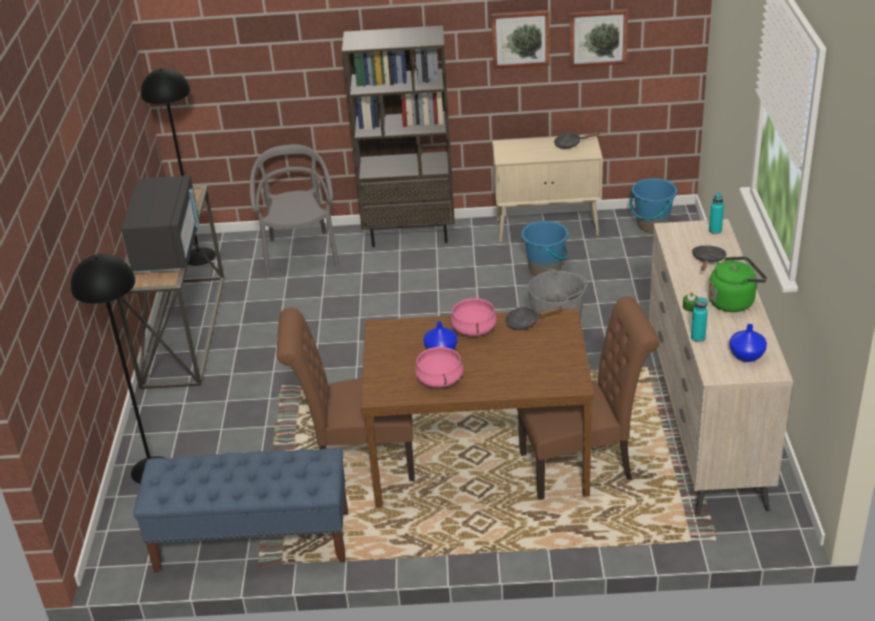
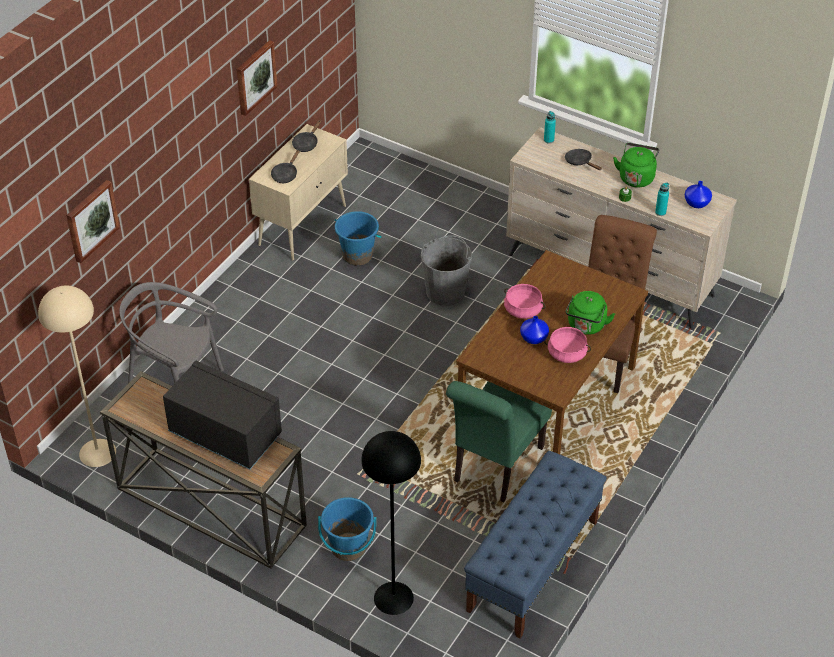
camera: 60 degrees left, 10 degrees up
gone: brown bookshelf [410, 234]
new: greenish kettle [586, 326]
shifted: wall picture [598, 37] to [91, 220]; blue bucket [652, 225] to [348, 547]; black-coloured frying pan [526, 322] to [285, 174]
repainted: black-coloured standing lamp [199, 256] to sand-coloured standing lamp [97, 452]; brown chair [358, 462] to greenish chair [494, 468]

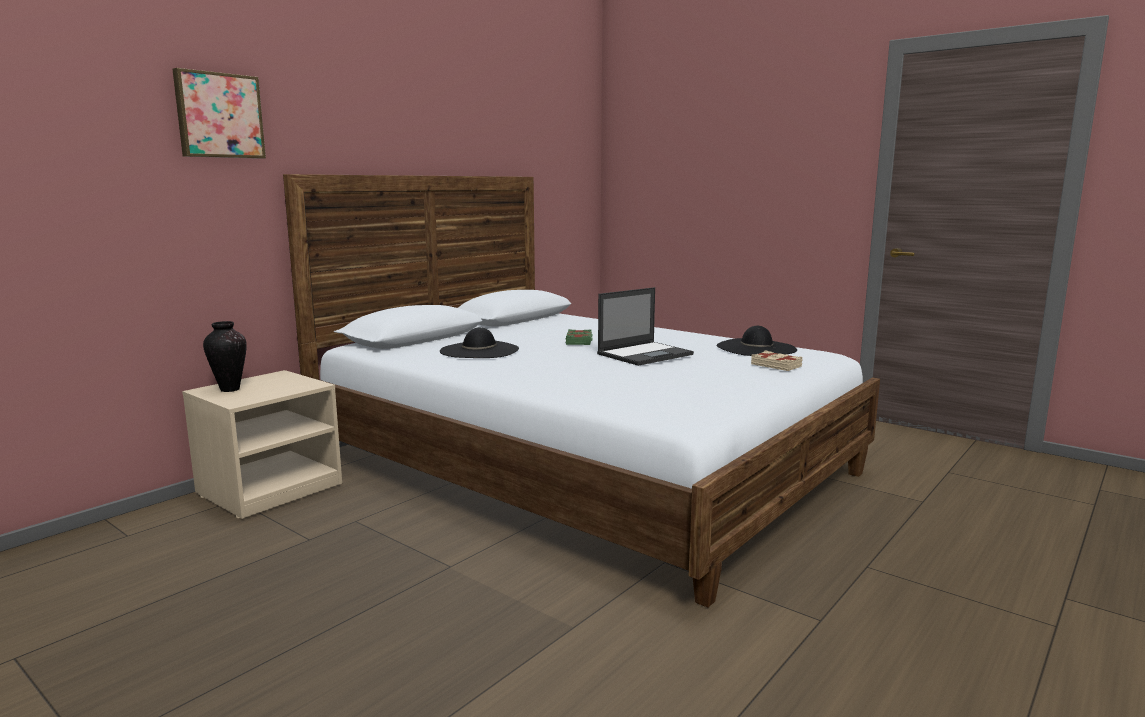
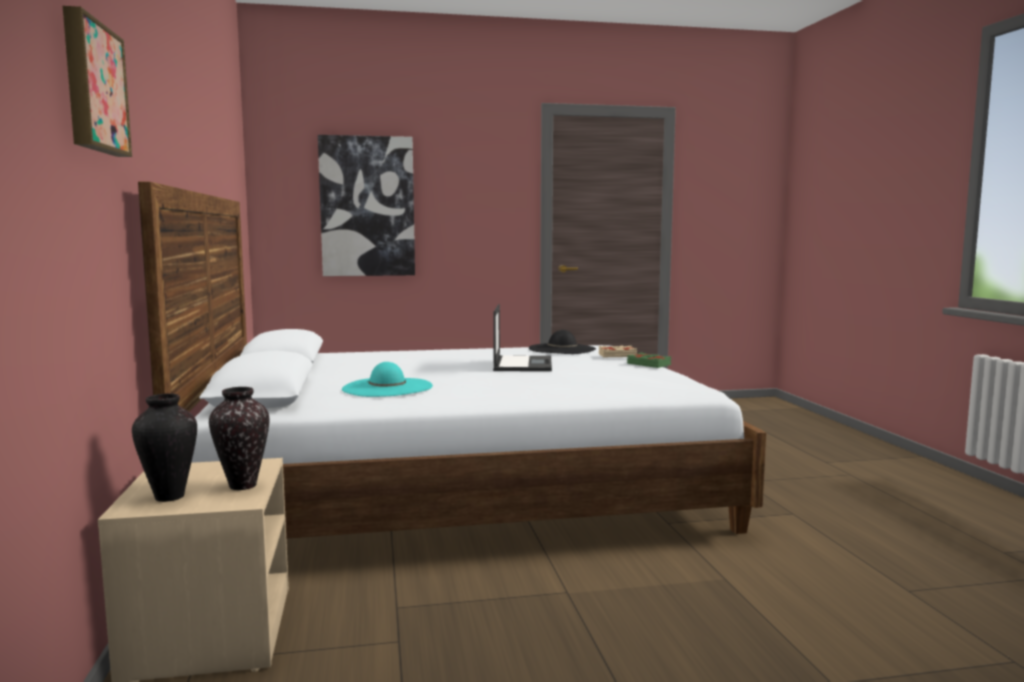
camera: 50 degrees left, 5 degrees down
new: wall picture [367, 206]; vase [244, 485]
shifted: greenish book [579, 341] to [649, 364]
repainted: black-coloured hat [479, 350] to turquoise hat [387, 387]

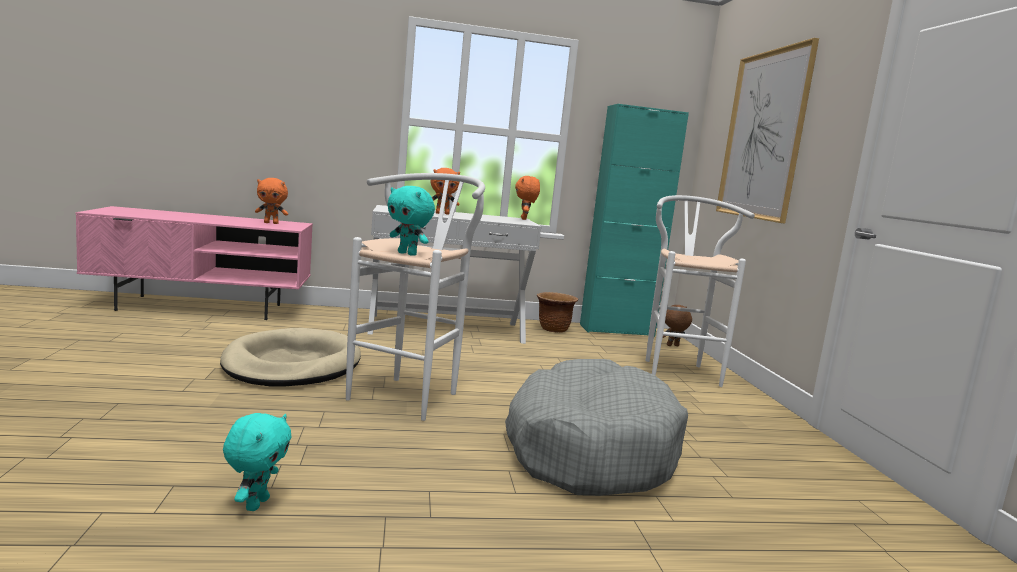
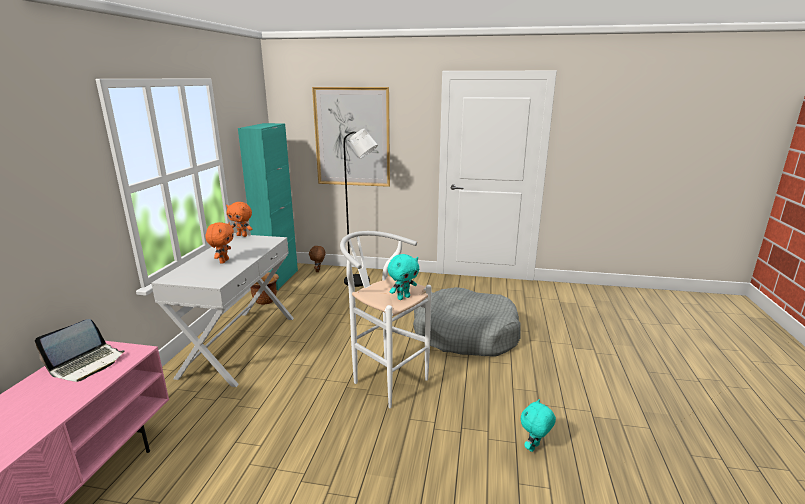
camera: 70 degrees left, 10 degrees up
gone: sand-coloured dog bed [292, 364]
swapped: orangey cuddly toy [271, 223] to notebook computer [87, 364]; whitish sitting stool [677, 370] to black-coloured standing lamp [361, 282]
rotated: turquoise cuddly toy [256, 504] = [534, 448] 75 degrees counterclockwise

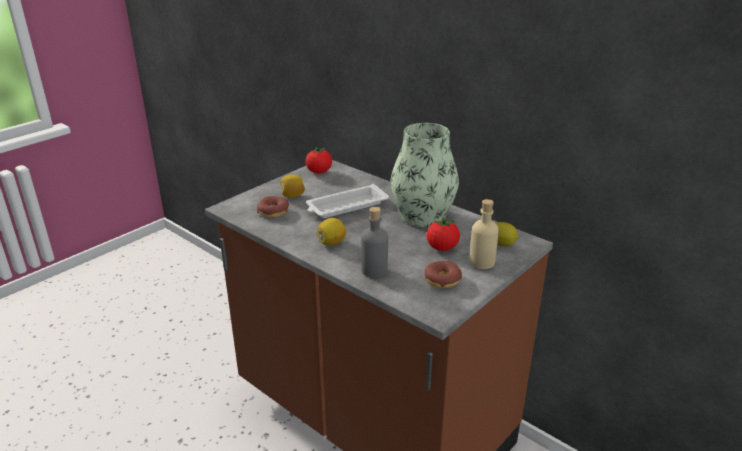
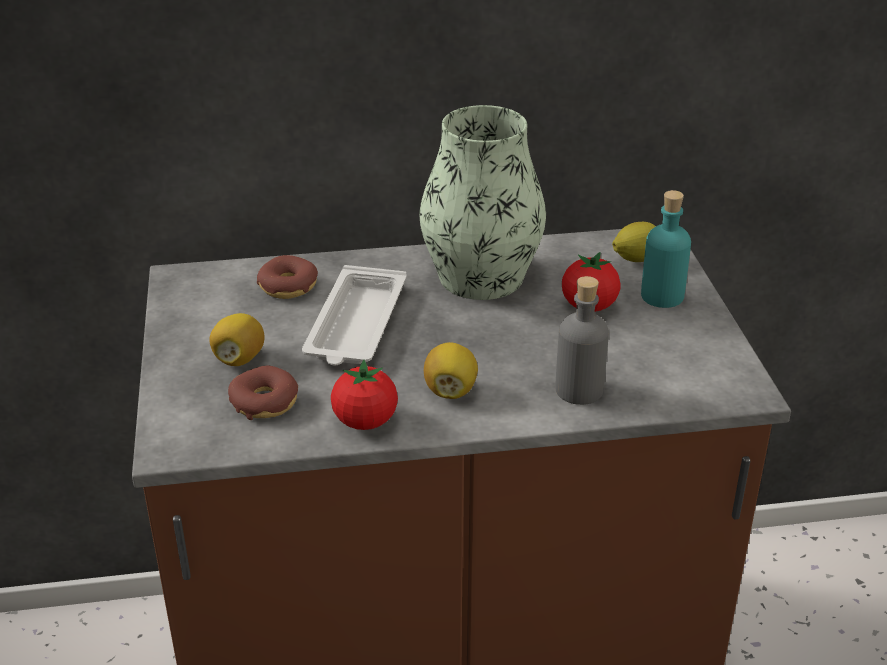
camera: 50 degrees left, 5 degrees up
shifted: whole tomato [319, 172] to [365, 421]; ring doughnut [442, 279] to [288, 286]
repainted: sand-coloured drink bottle [481, 262] to turquoise drink bottle [662, 296]

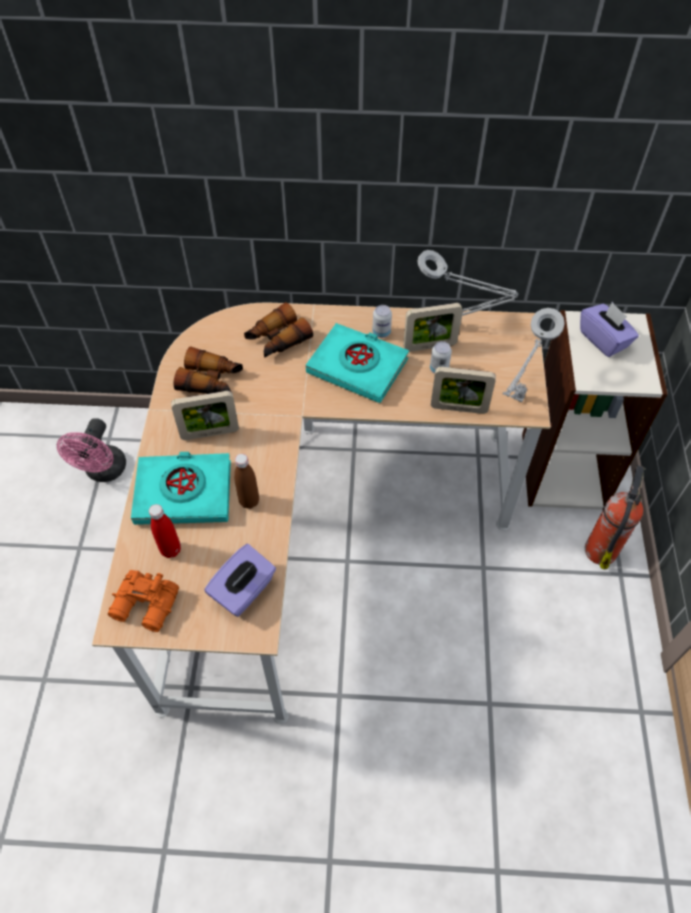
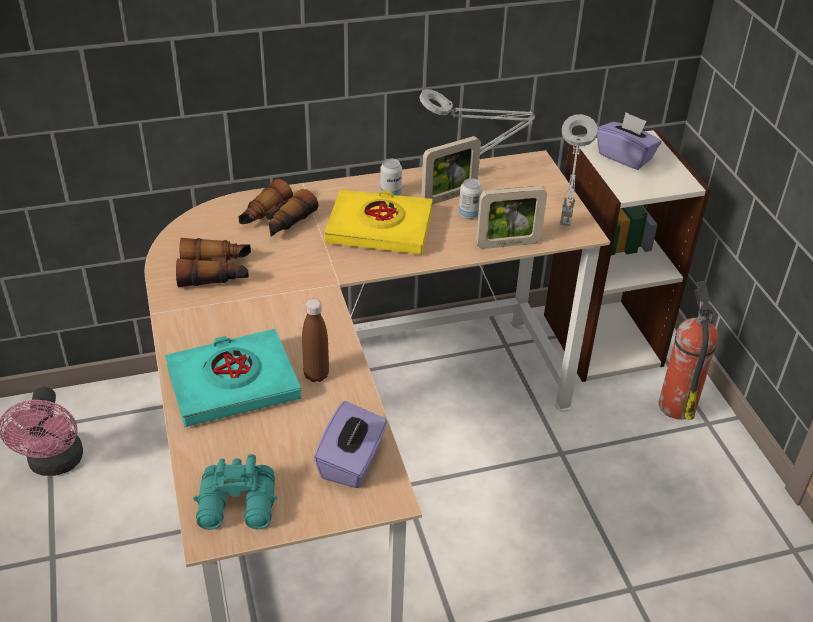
camera: 20 degrees left, 15 degrees down
gone: photo frame [210, 433]; reddish drink bottle [171, 550]
repainted: turquoise book [357, 367] to yellowish book [379, 228]; orangey field glasses [146, 606] to turquoise field glasses [238, 507]

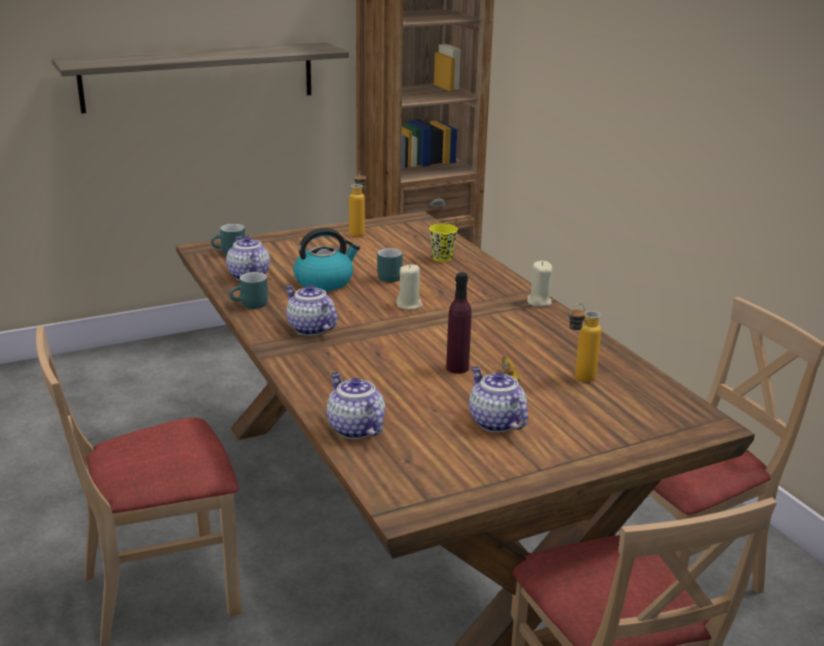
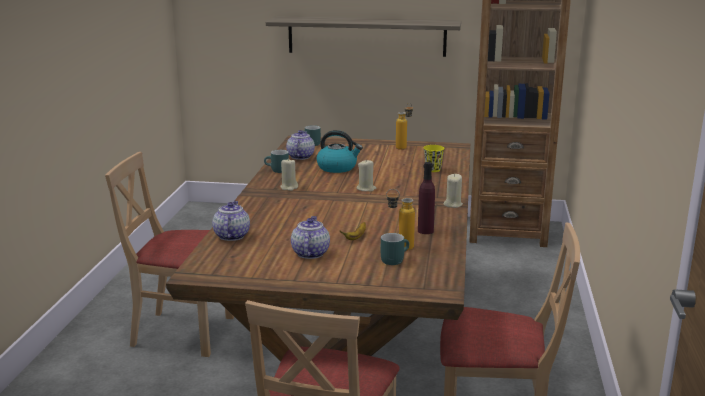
camera: 35 degrees right, 5 degrees down
shifted: turquoise mug [389, 276] to [394, 259]; purple drink bottle [457, 368] to [425, 231]
swapped: tea pot [309, 328] to sand-coloured wax light [289, 187]

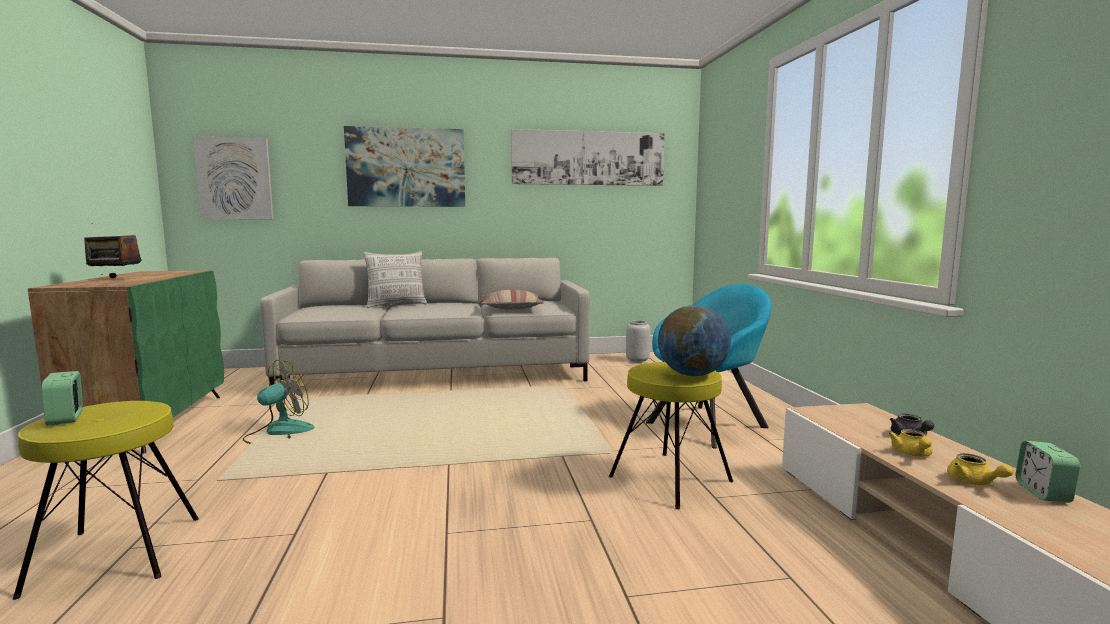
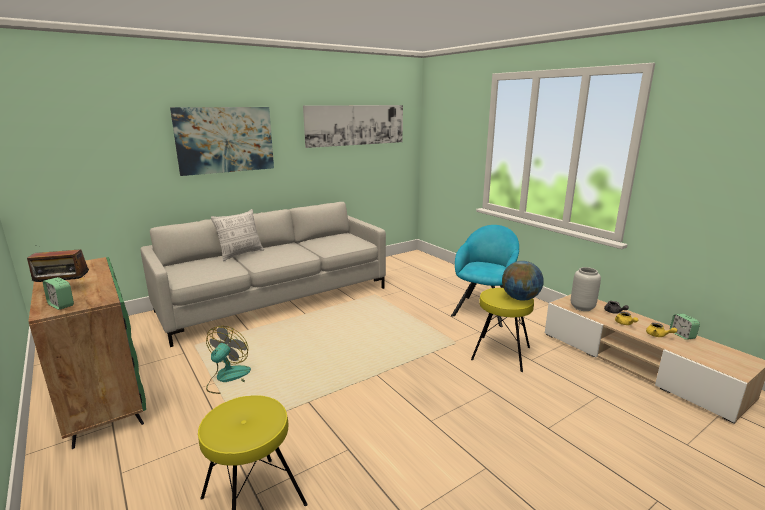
camera: 25 degrees left, 10 degrees up
gone: wall picture [235, 178]; cushion [511, 308]
shifted: grey vase [637, 360] to [581, 307]; bedside clock [66, 418] to [61, 305]

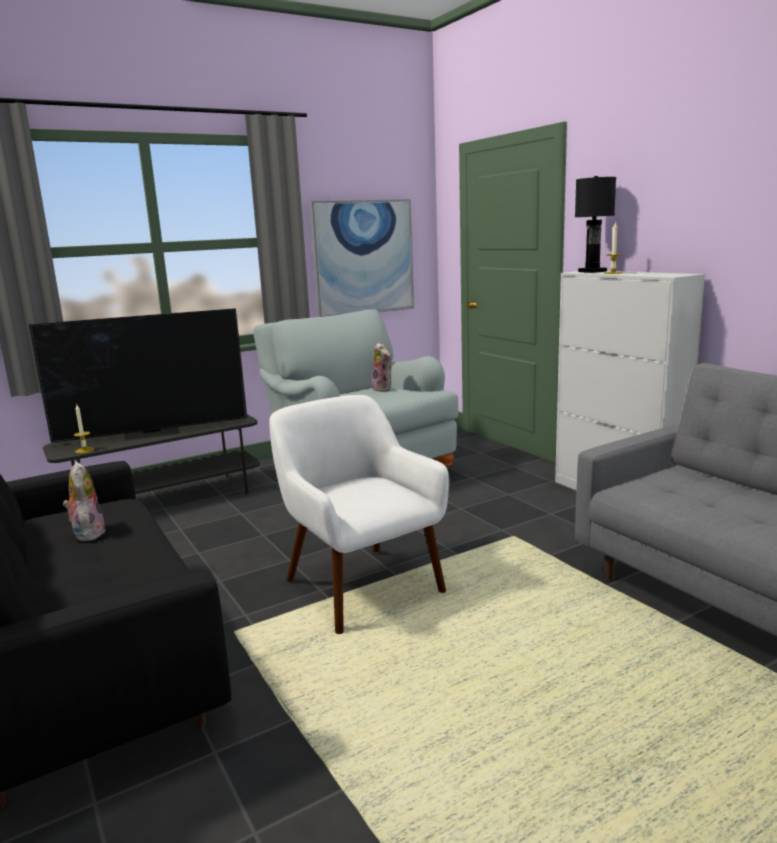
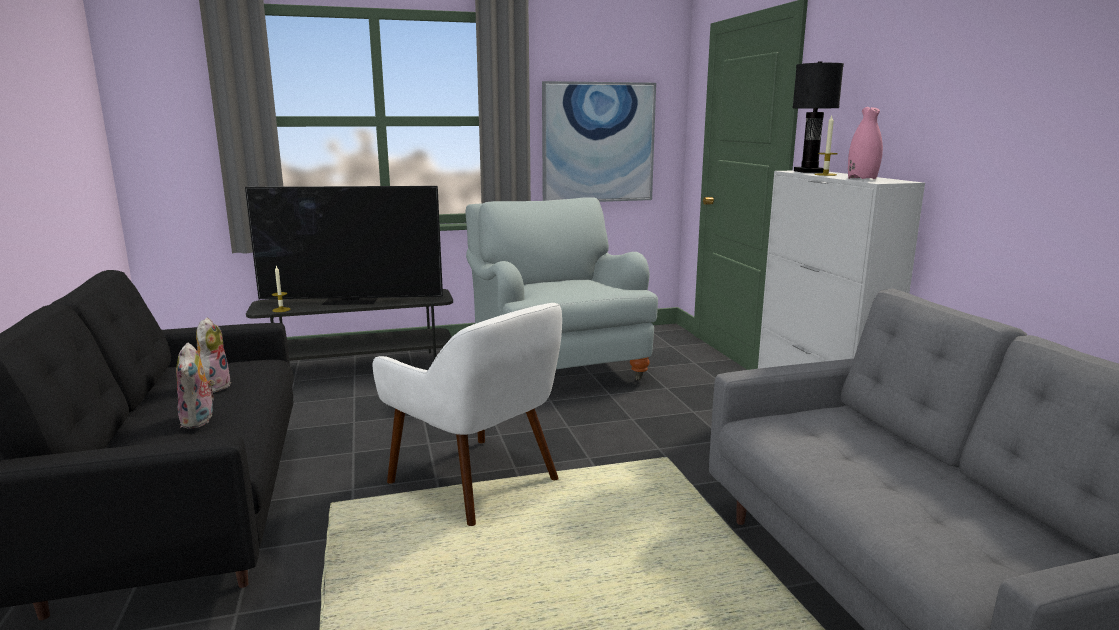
camera: 15 degrees right, 0 degrees up
new: pink-coloured vase [862, 179]
shifted: cuddly toy [383, 389] to [200, 421]
rotated: whitish armchair [361, 586] = [476, 481] 150 degrees clockwise

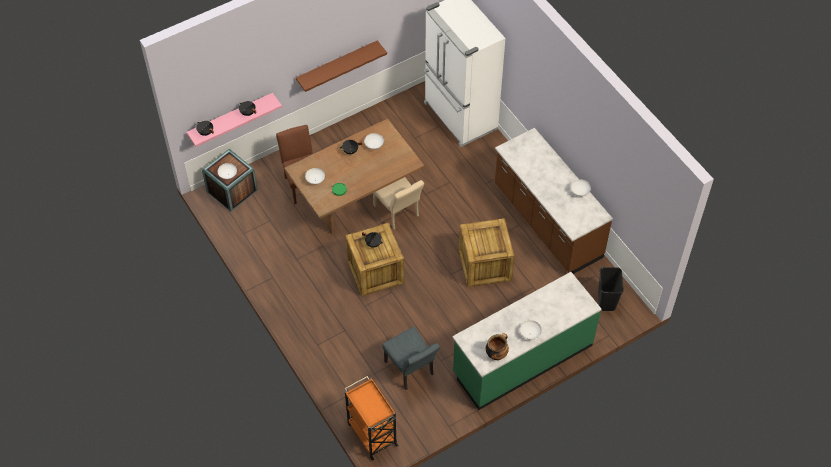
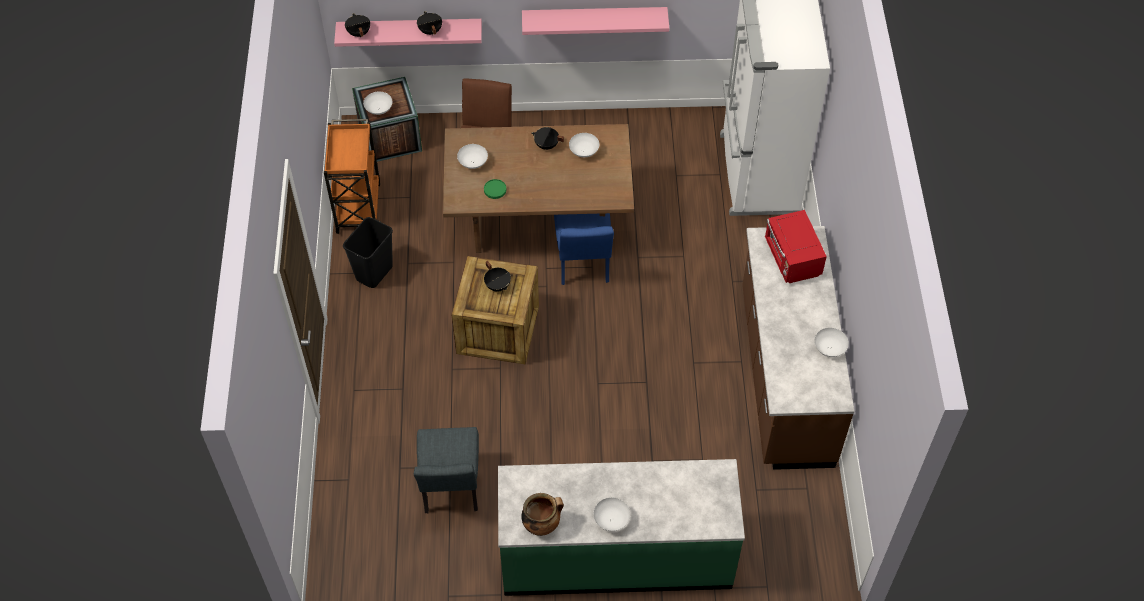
camera: 30 degrees right, 0 degrees up
gone: crate [485, 265]
new: reddish microwave [792, 259]
shifted: black-coloured waste bin [606, 301] to [374, 272]; orangey trolley [371, 433] to [358, 206]
repainted: brown wall shelf [337, 64] to pink-coloured wall shelf [594, 18]; sand-coloured chair [398, 213] to blue chair [583, 266]

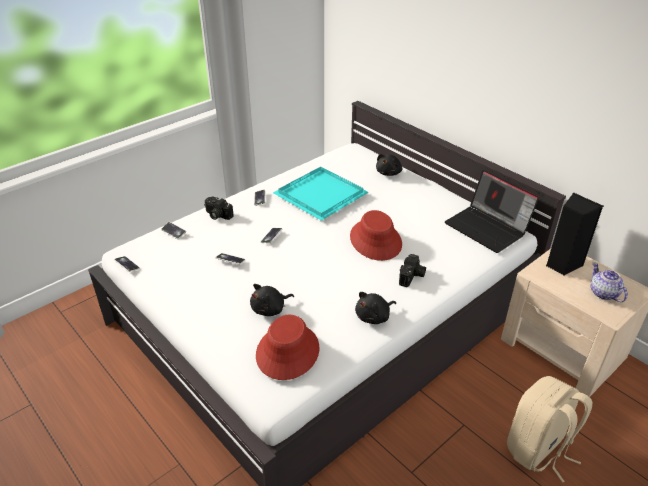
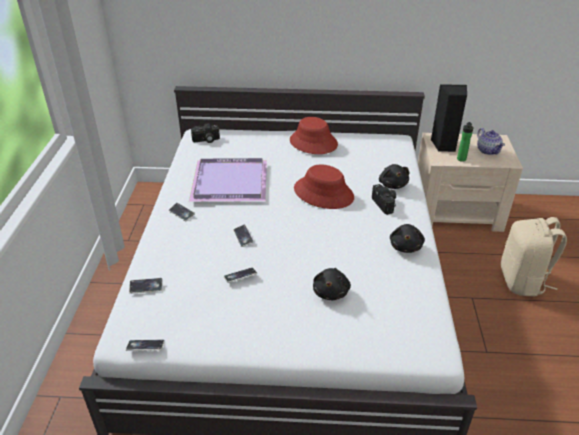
camera: 45 degrees left, 0 degrees up
gone: notebook computer [488, 228]
new: drink bottle [461, 160]
shifted: black-coloured cuddly toy [389, 173] to [392, 184]; still camera [217, 215] to [206, 140]; reddish hat [287, 351] to [313, 143]
repainted: turquoise carrying tray [322, 195] to purple carrying tray [231, 181]
rotated: tea pot [603, 293] = [488, 150] 135 degrees counterclockwise

